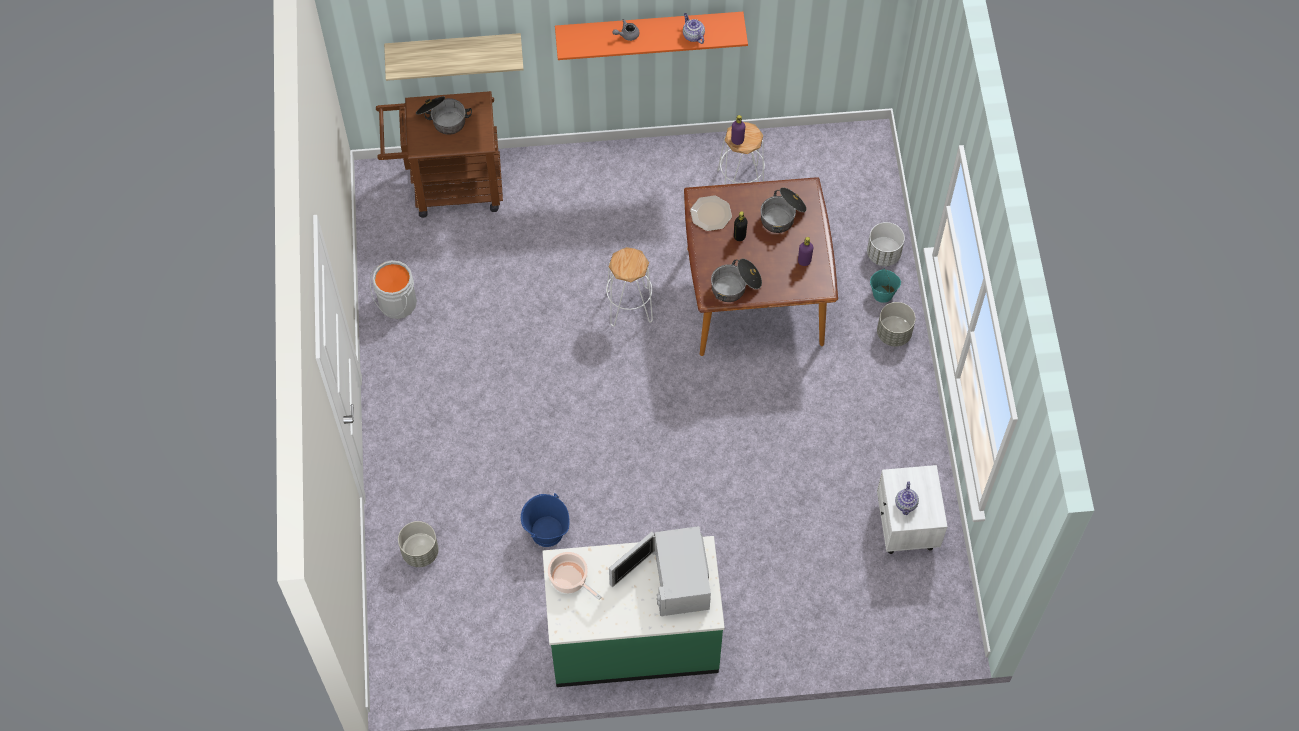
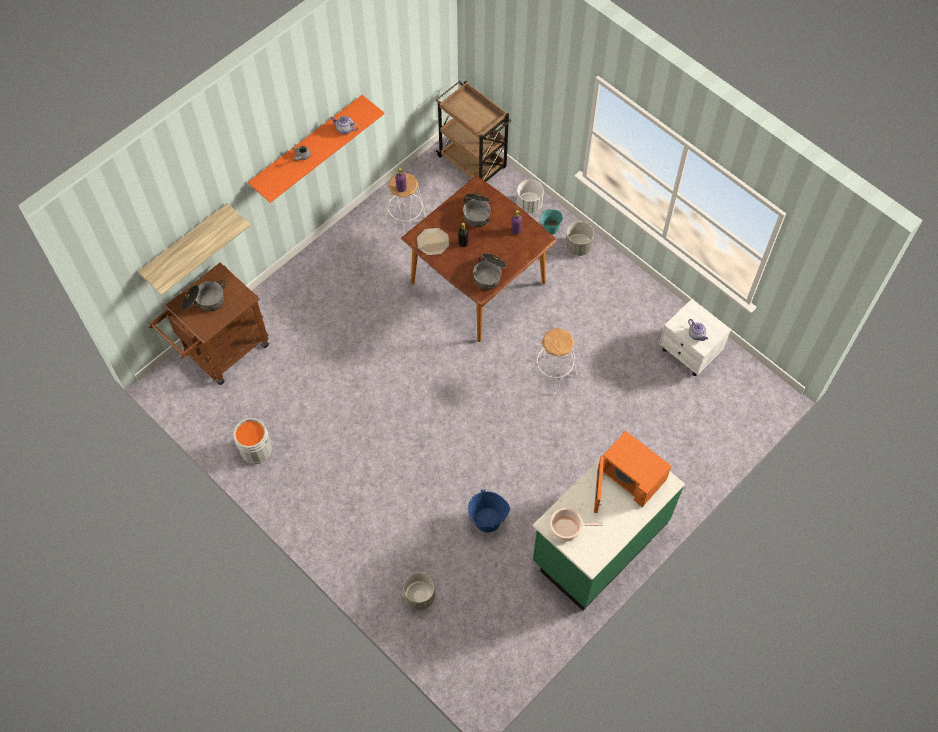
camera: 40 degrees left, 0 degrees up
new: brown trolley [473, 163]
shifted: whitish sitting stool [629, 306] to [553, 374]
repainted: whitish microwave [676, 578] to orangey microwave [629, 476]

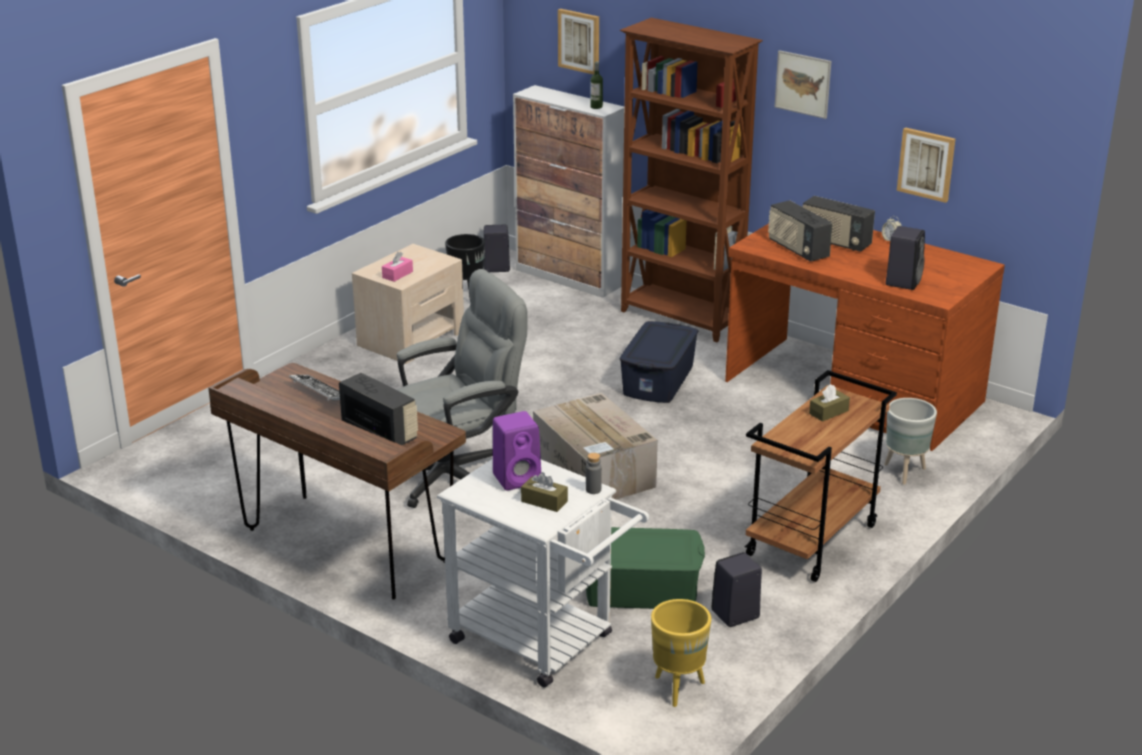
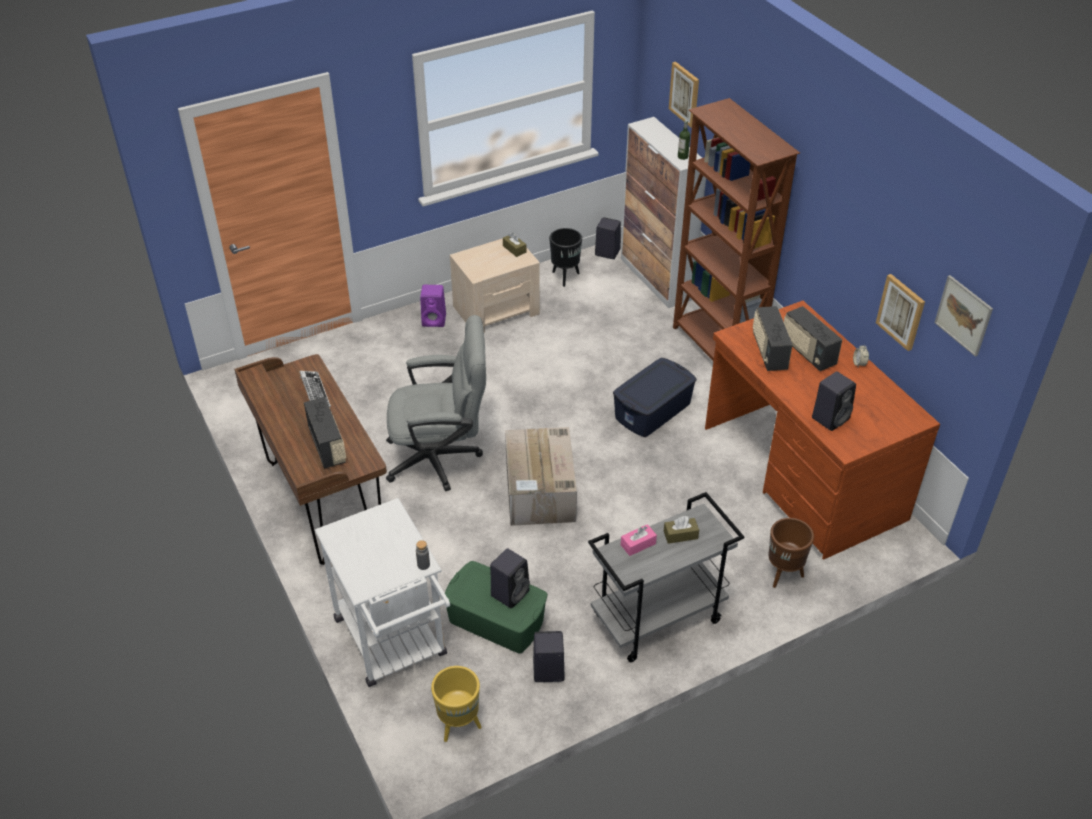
camera: 25 degrees right, 15 degrees up
new: black-coloured loudspeaker [510, 592]
shifted: wall picture [803, 84] to [963, 315]; pink-coloured box of tissues [397, 274] to [638, 544]; purple loudspeaker [518, 478] to [435, 320]; brown box of tissues [544, 501] to [514, 249]
repainted: brown trolley [812, 541] to grey trolley [657, 620]; grey planter [905, 472] to brown planter [783, 575]

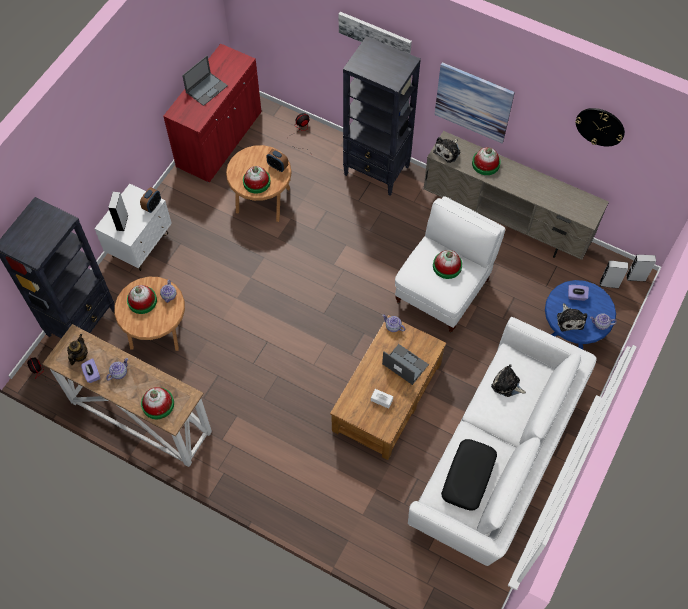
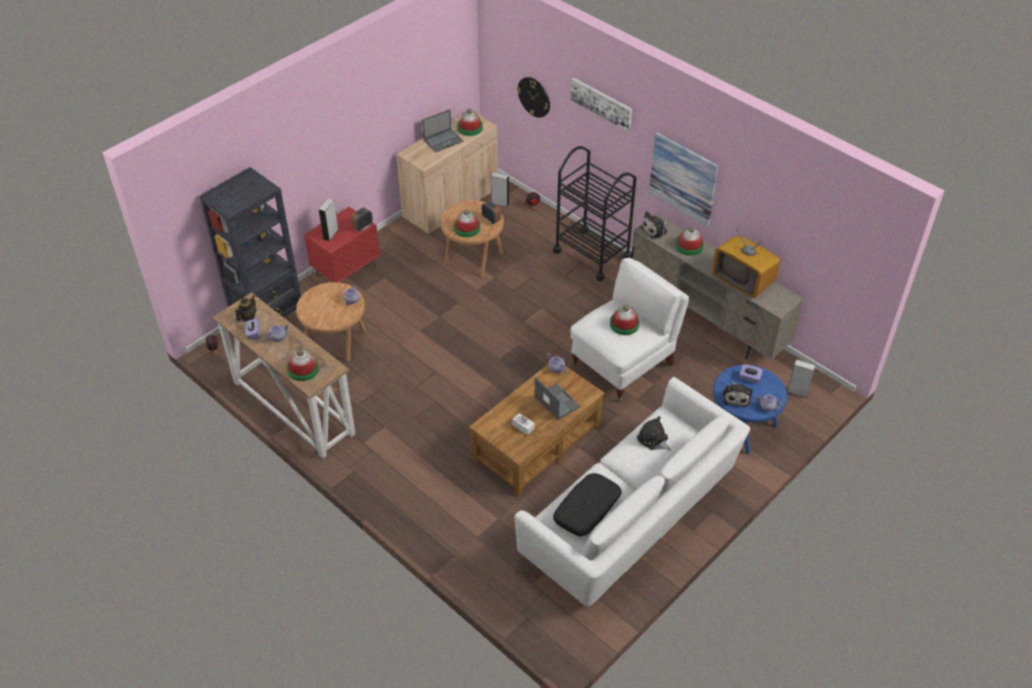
camera: 15 degrees right, 15 degrees down
new: television [743, 280]
shifted: wall clock [600, 126] to [534, 97]; grey loudspeaker [636, 277] to [500, 203]; hat [142, 301] to [470, 128]
swapped: black-coloured bookshelf [377, 171] to black-coloured trolley [592, 254]
repainted: reddish cabinet [219, 140] to sand-coloured cabinet [450, 203]; whitish bedside table [140, 245] to reddish bedside table [346, 271]

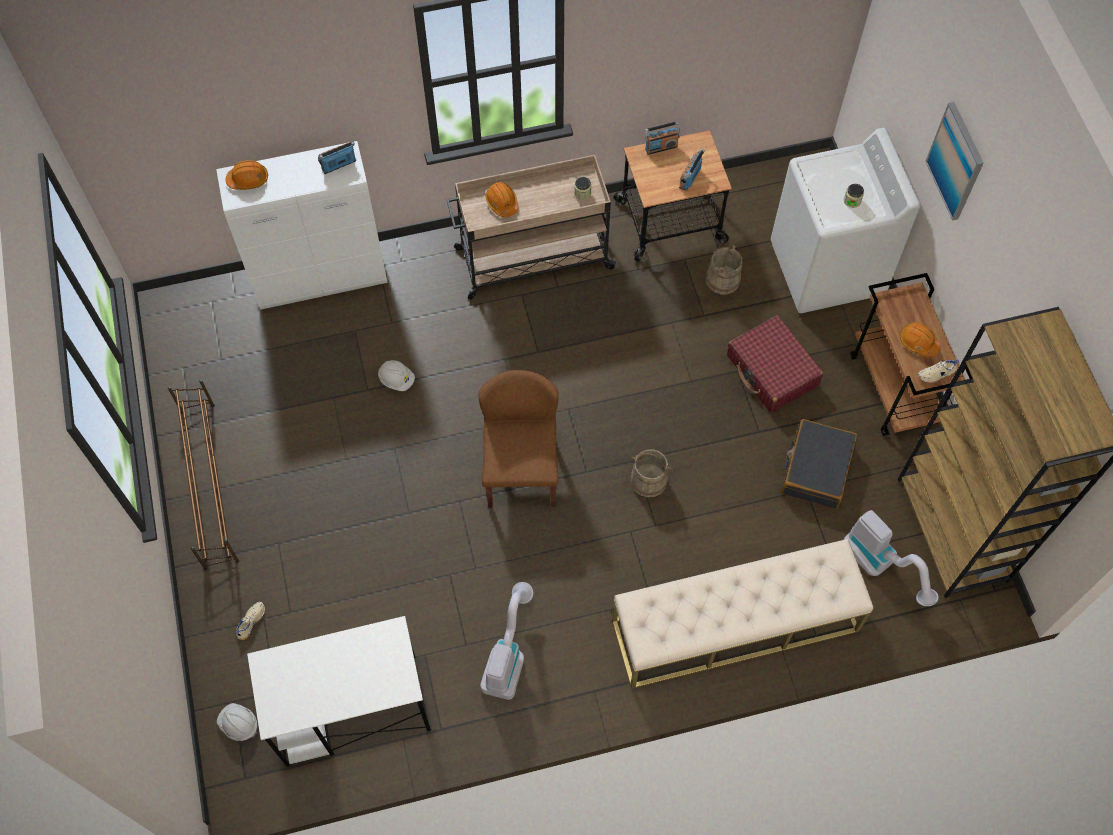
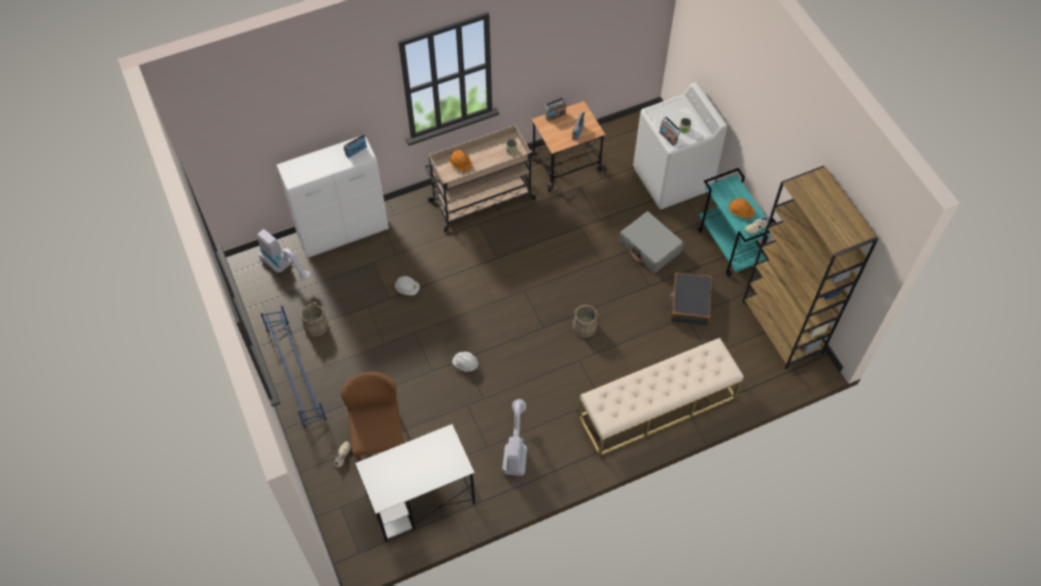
camera: 10 degrees left, 5 degrees down
gone: wall picture [956, 161]; orangey hard hat [248, 179]
new: radio set [668, 137]
shifted: sand-coloured bucket [722, 279] to [315, 326]; brown chair [521, 470] to [379, 440]; hoover [881, 566] to [284, 267]; whitish hard hat [239, 724] to [465, 364]
repainted: brown trolley [895, 389] to turquoise trolley [730, 247]; reddish suitcase [772, 371] to grey suitcase [650, 247]; brown shoe stand [209, 483] to blue shoe stand [296, 373]

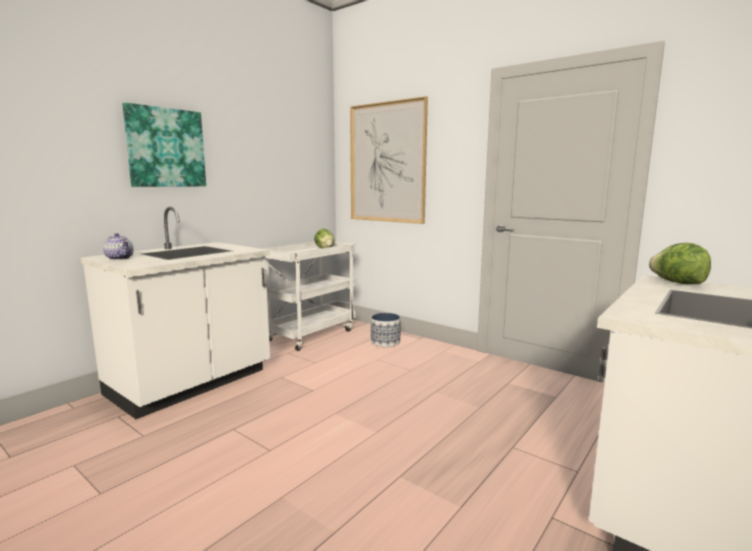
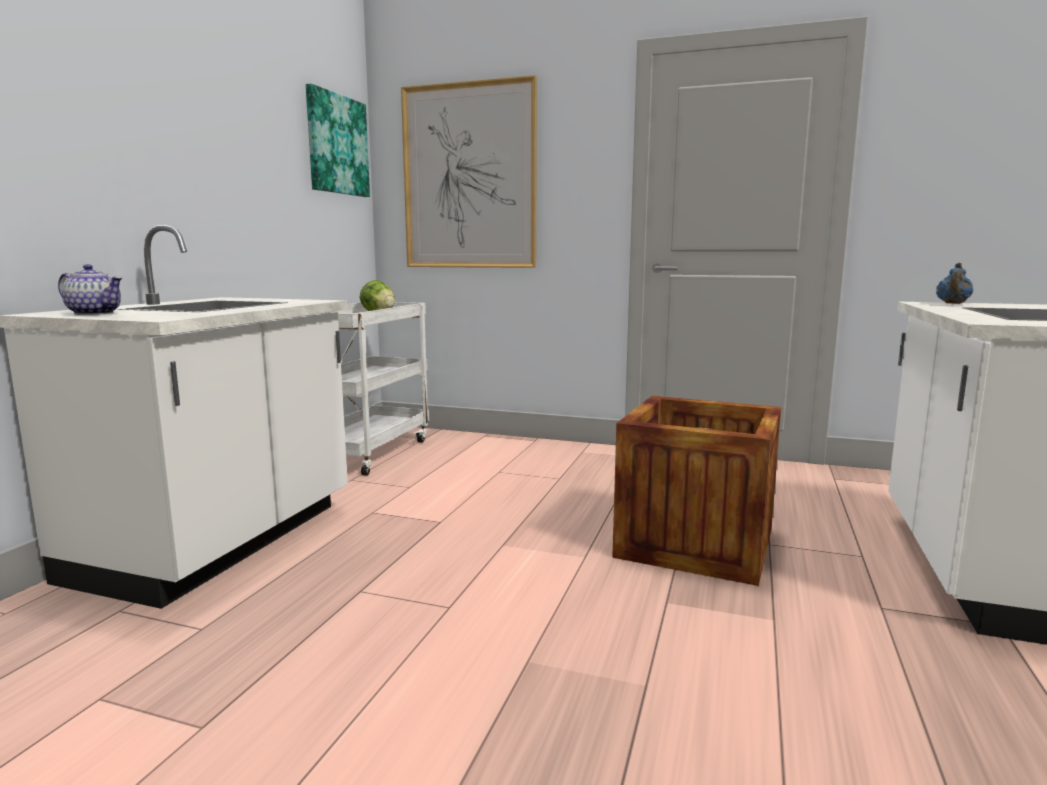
camera: 20 degrees left, 0 degrees up
gone: planter [385, 342]
new: crate [695, 543]
shifted: wall picture [166, 148] to [336, 145]
swapped: head of lettuce [677, 283] to blue tea pot [952, 304]

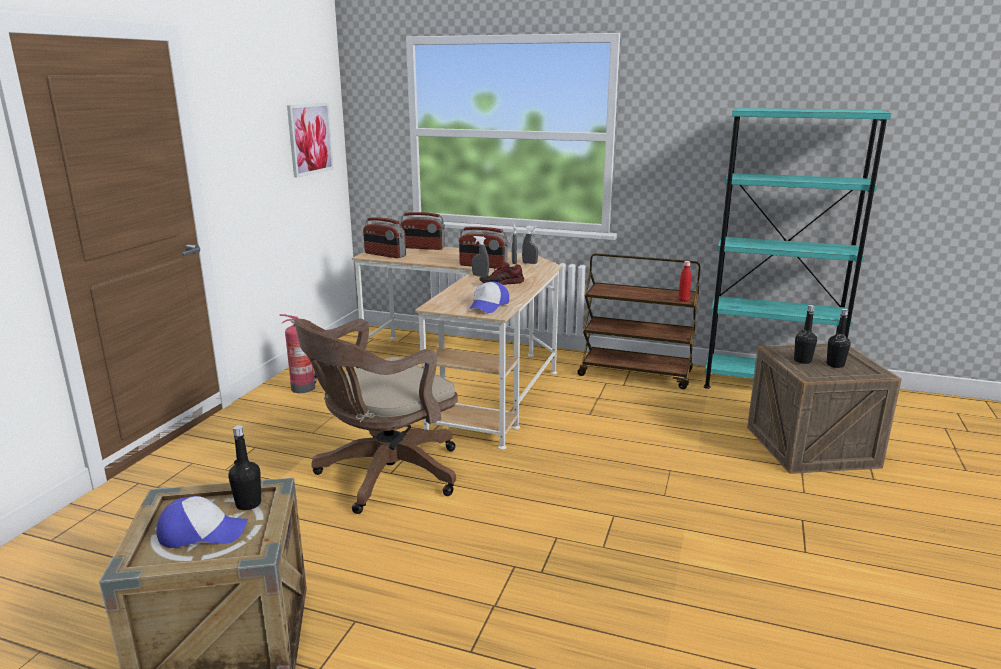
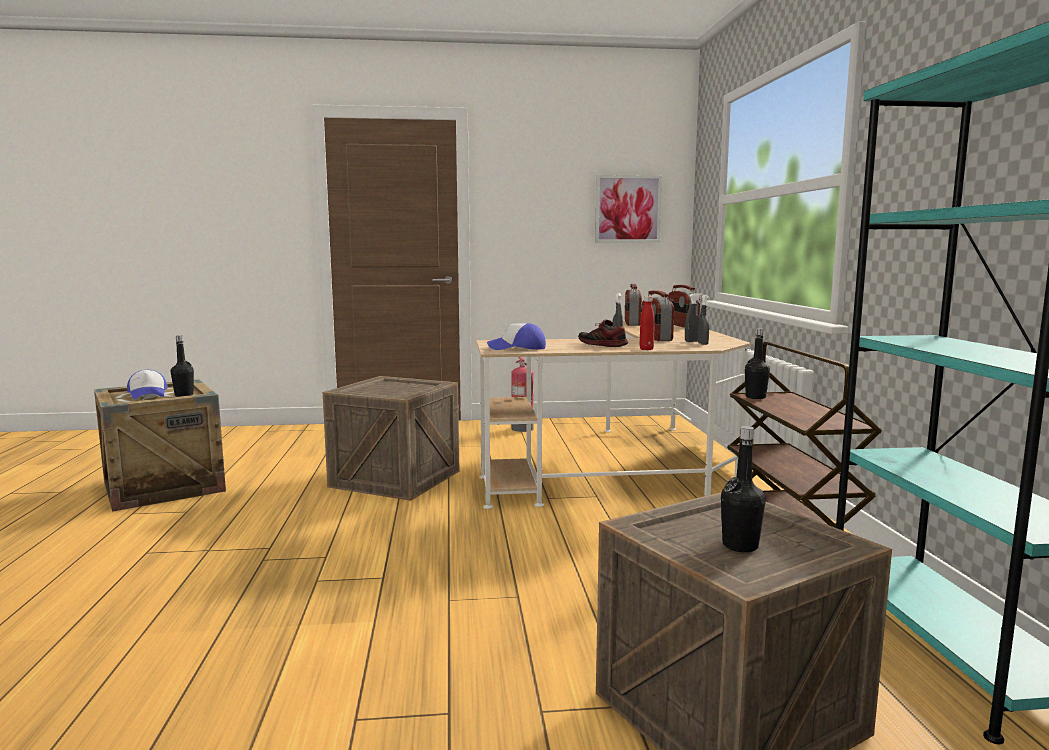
camera: 65 degrees right, 10 degrees down
shifted: reddish drink bottle [683, 300] to [646, 349]; black-coloured drink bottle [802, 361] to [755, 397]
swapped: brown office chair [383, 476] to crate [395, 479]

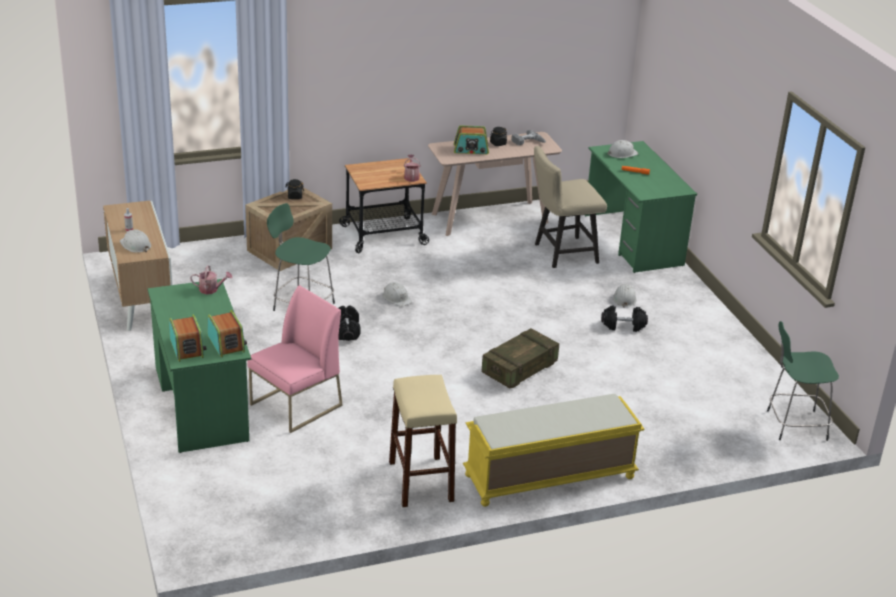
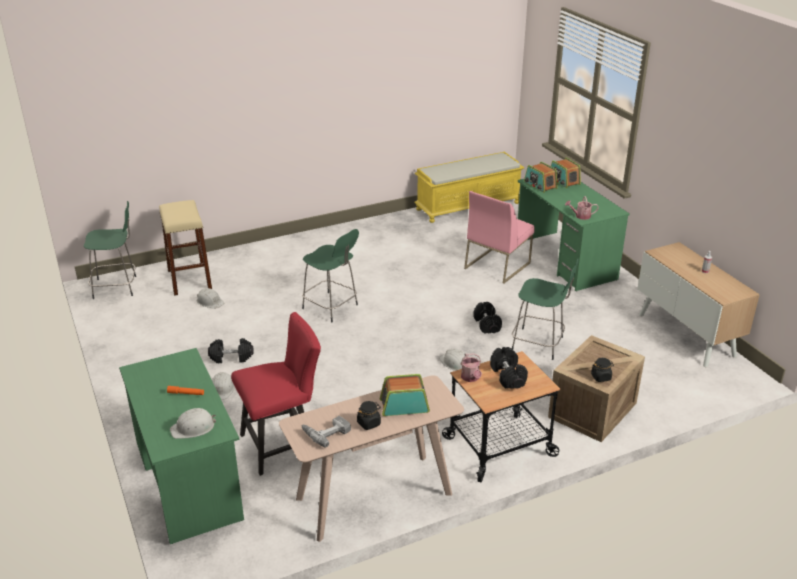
camera: 175 degrees right, 0 degrees up
new: black-coloured free weight [508, 376]
shifted: whitish hard hat [135, 245] to [210, 302]; sand-coloured sitting stool [421, 481] to [189, 279]; yellowish long seat [549, 477] to [468, 206]
swapped: crate [519, 369] to greenish sitting stool [331, 307]
repainted: sand-coloured chair [561, 253] to reddish chair [283, 444]

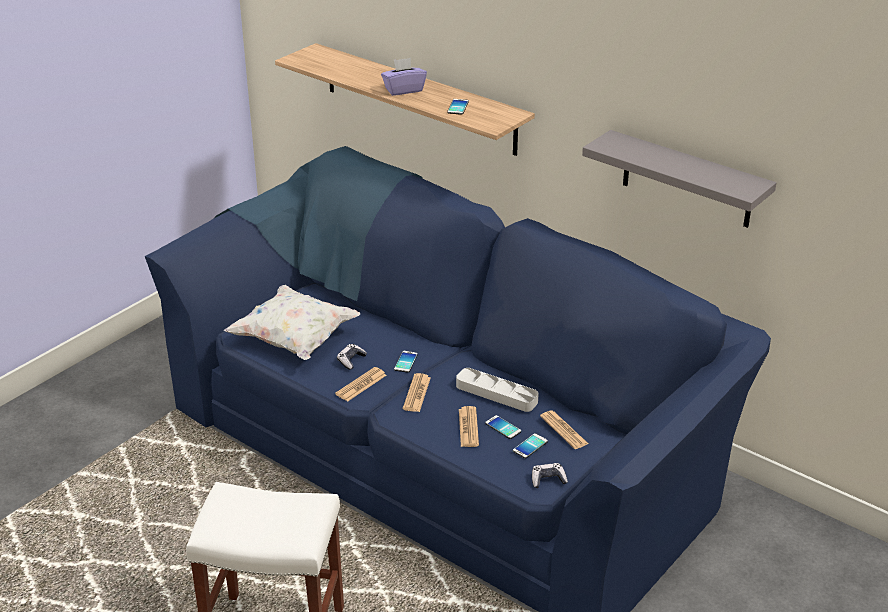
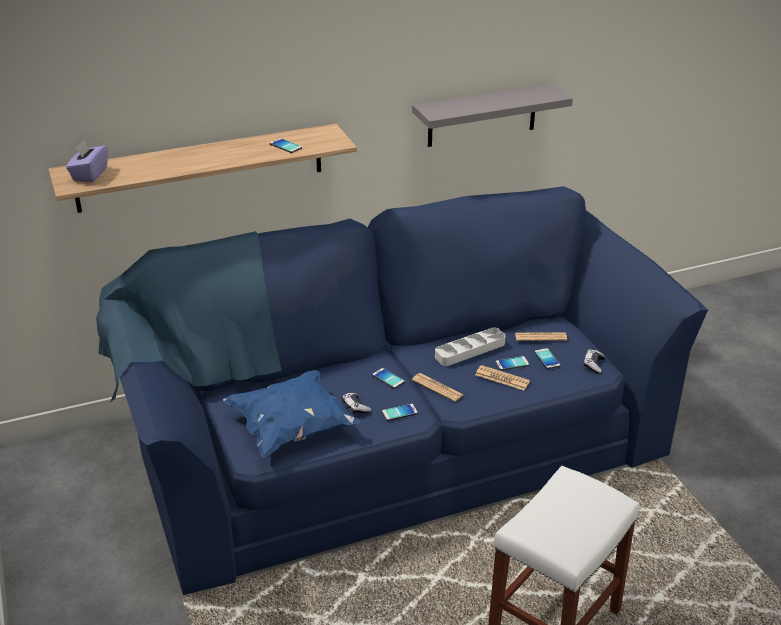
camera: 60 degrees left, 0 degrees up
shifted: purple box of tissues [403, 90] to [89, 174]
swapped: daily paper [361, 385] to phone [399, 412]
repainted: whitish cushion [295, 340] to blue cushion [292, 429]

